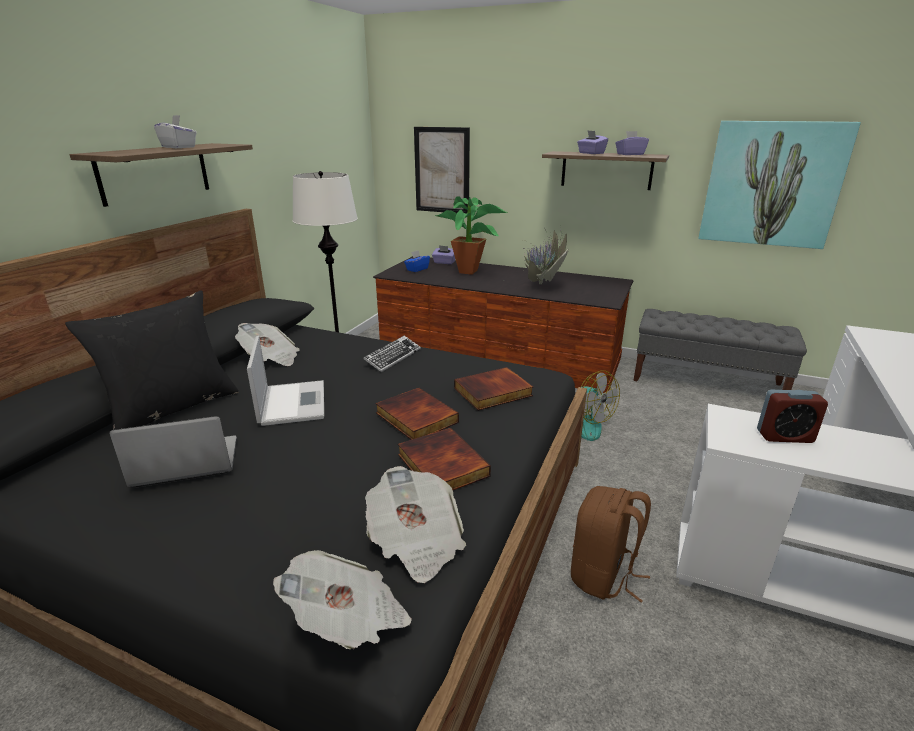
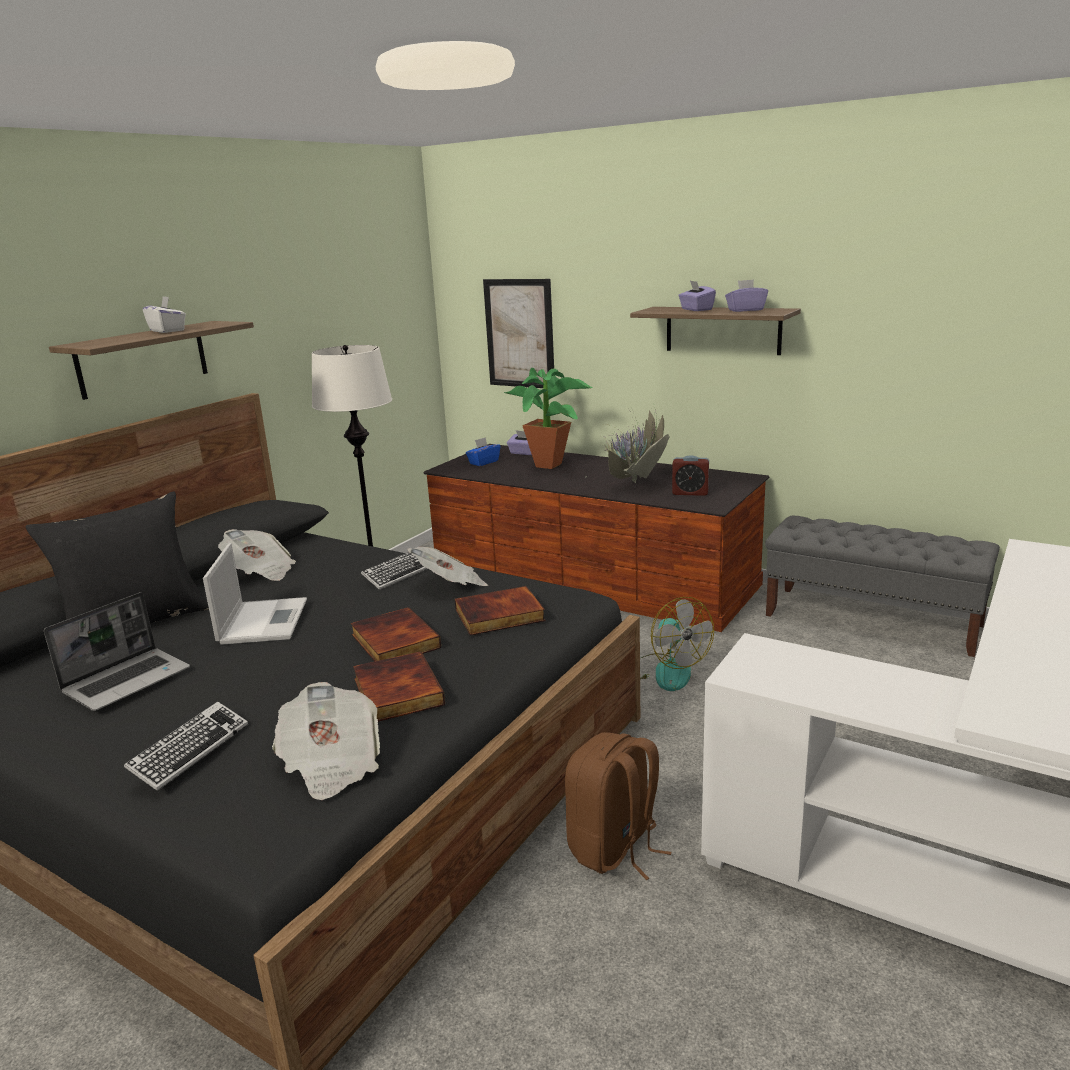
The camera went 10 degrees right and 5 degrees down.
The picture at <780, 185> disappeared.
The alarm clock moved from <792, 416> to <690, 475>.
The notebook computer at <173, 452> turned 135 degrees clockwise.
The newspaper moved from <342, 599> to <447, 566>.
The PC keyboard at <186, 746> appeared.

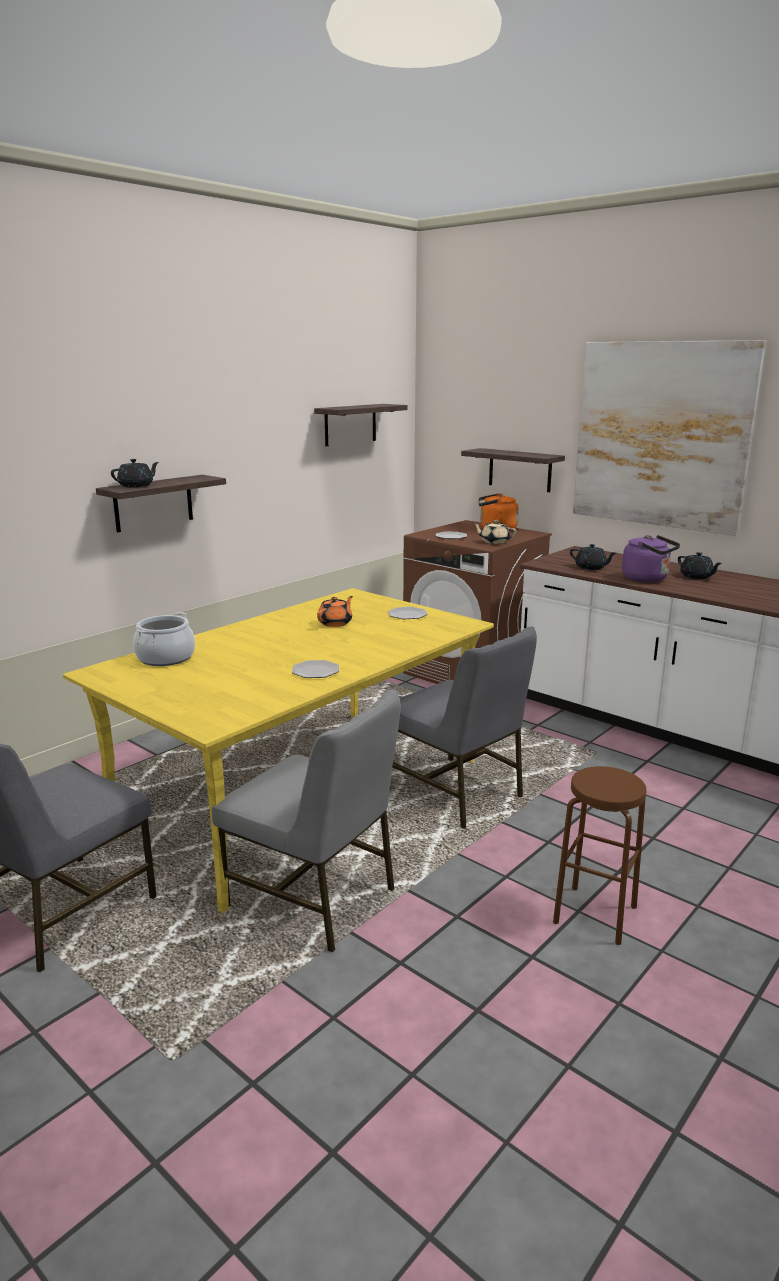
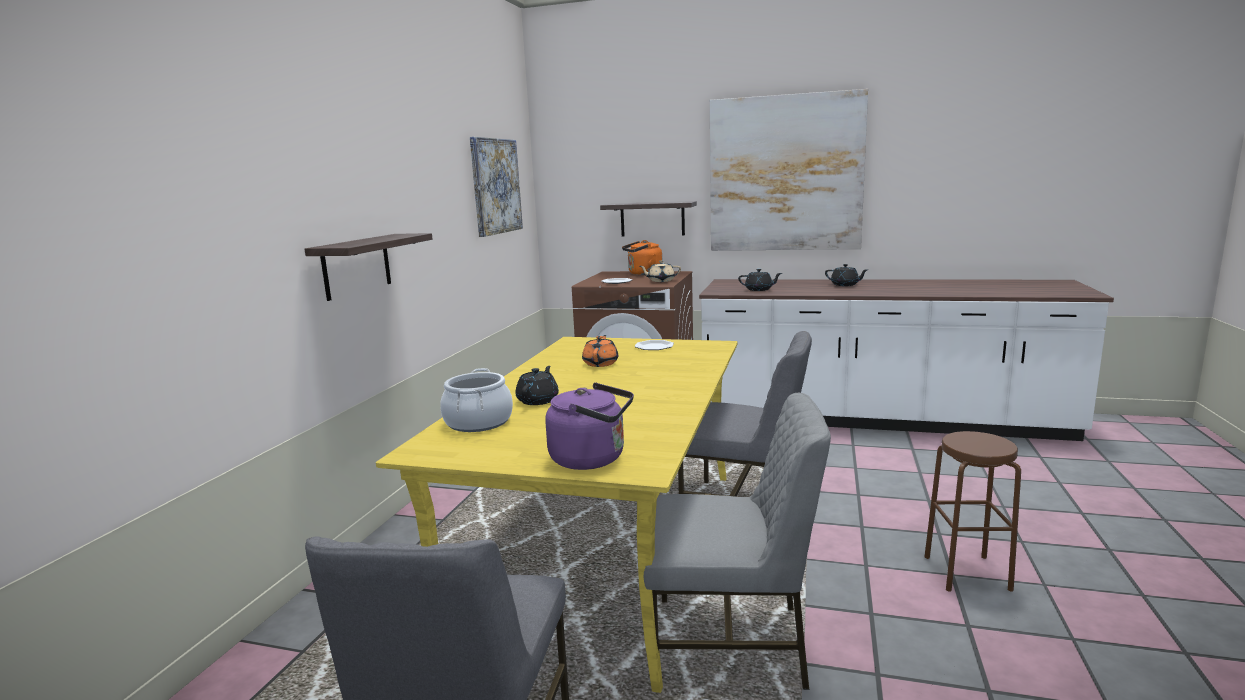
The camera went 25 degrees left and 5 degrees down.
The bracket shelf at <361, 425> was replaced by the picture at <496, 187>.
The blackish tea pot moved from <135, 473> to <537, 385>.
The purple-coloured tea kettle moved from <651, 558> to <589, 426>.
The dinner plate at <315, 669> disappeared.

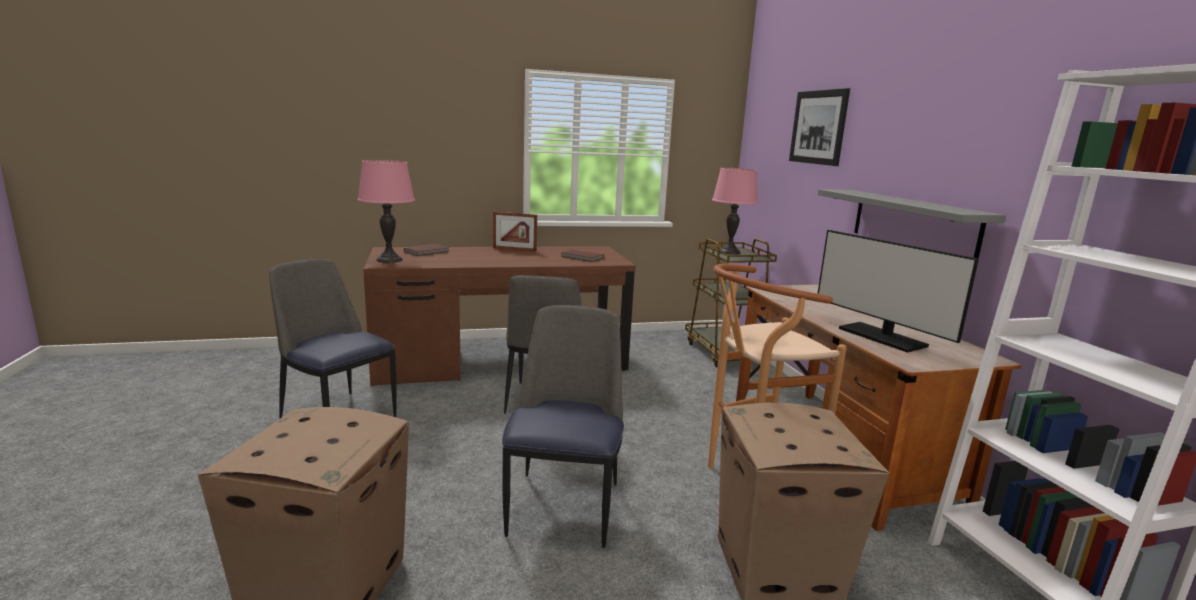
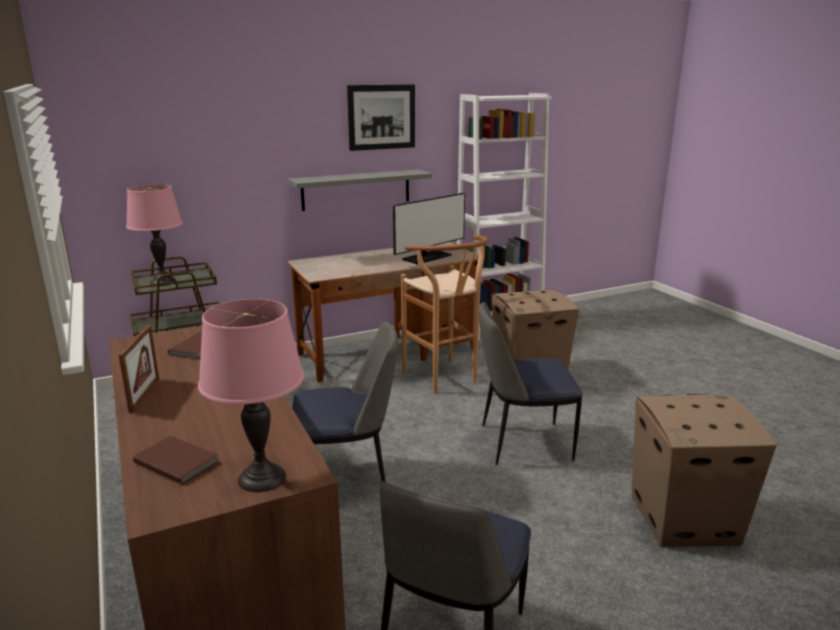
The camera went 100 degrees left and 5 degrees up.
The picture moved from <819, 127> to <381, 117>.

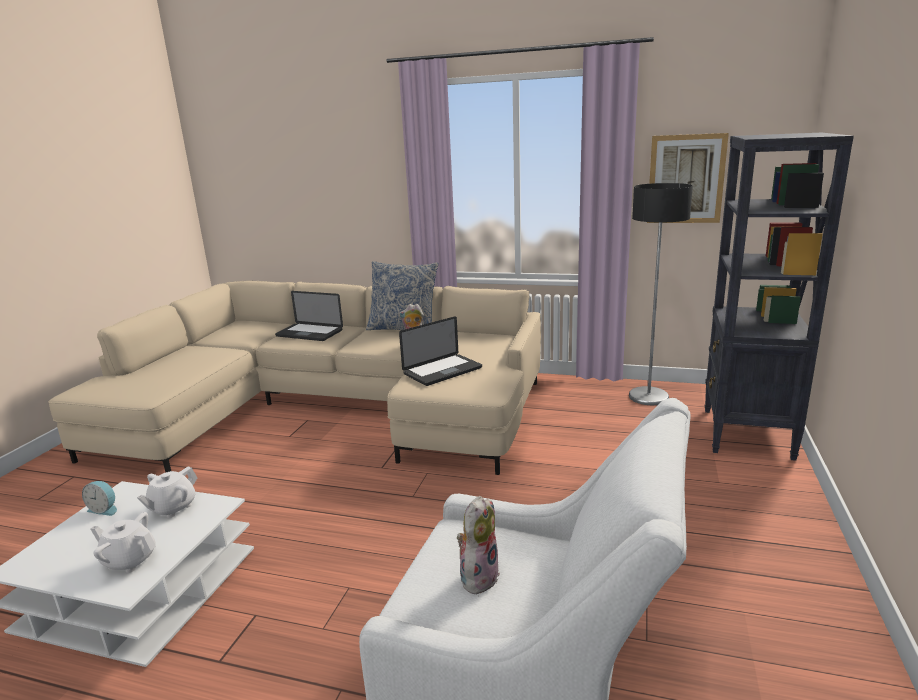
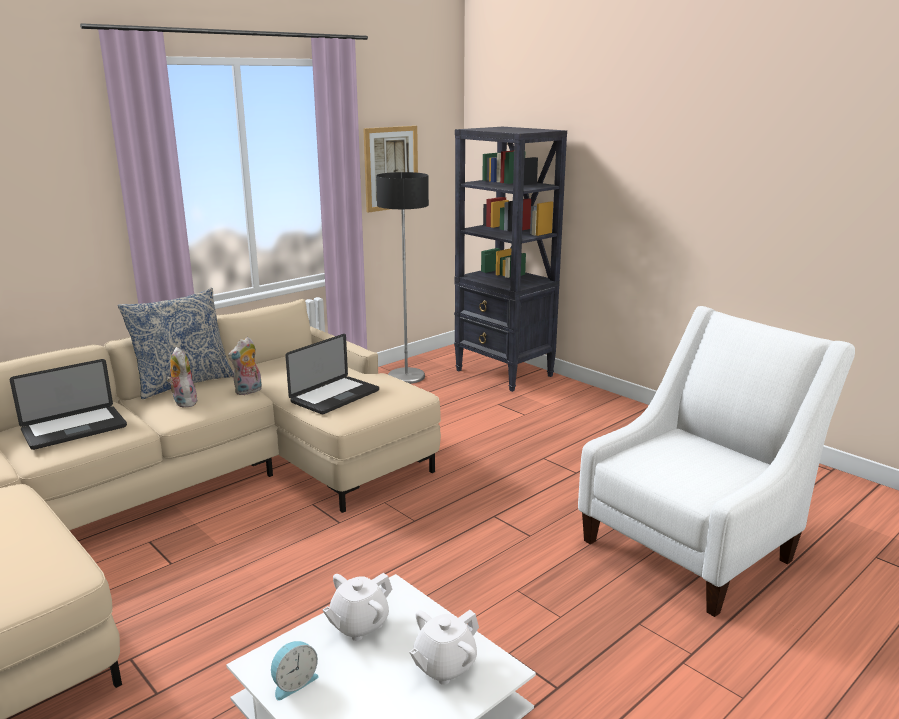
The camera went 60 degrees left and 0 degrees up.
The notebook computer at <440, 351> turned 45 degrees clockwise.
The white-coloured tea pot at <167, 492> turned 75 degrees clockwise.
The plush toy moved from <478, 545> to <182, 377>.

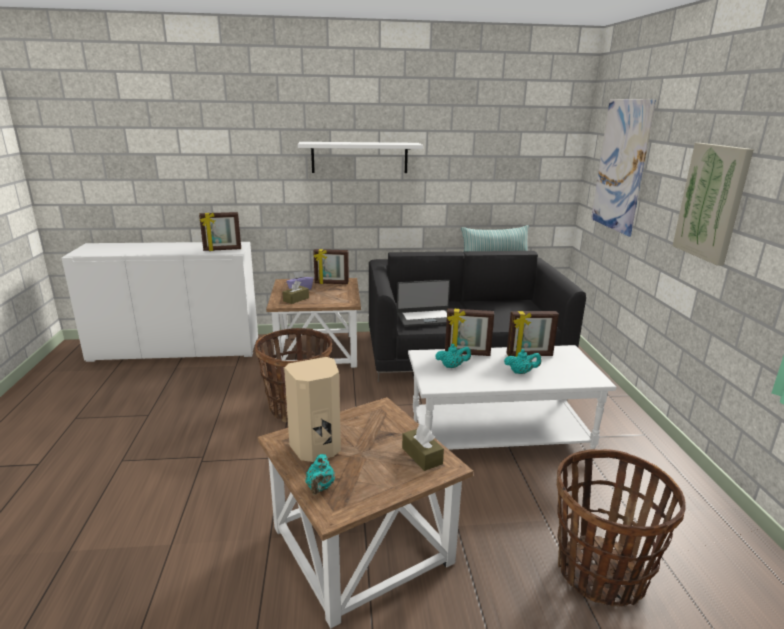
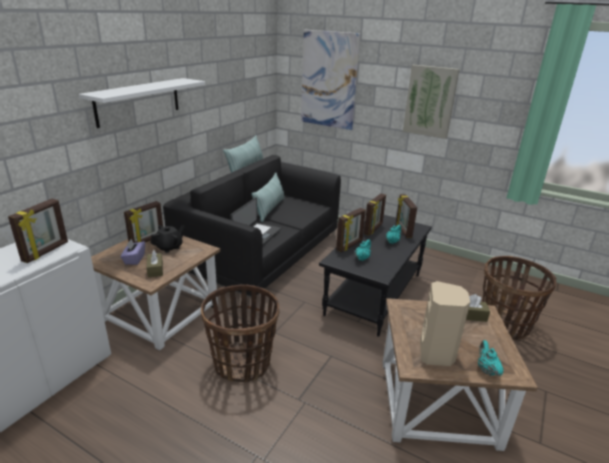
The camera went 55 degrees left and 5 degrees up.
The white-coloured low table at <512, 397> became the blackish low table at <375, 276>.
The blue-green tea pot at <320, 474> turned 135 degrees counterclockwise.
The throw pillow at <268, 197> appeared.
The picture frame at <406, 216> appeared.
The blackish tea pot at <167, 239> appeared.

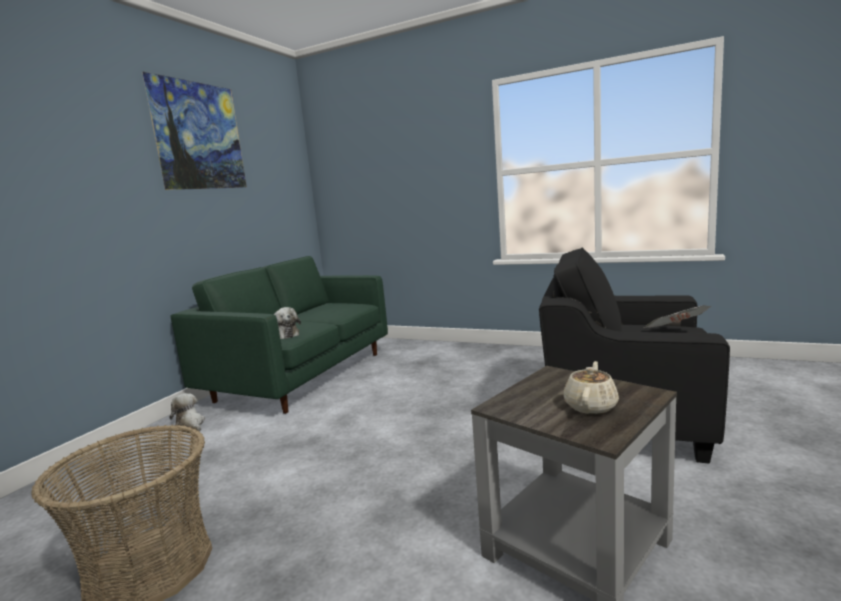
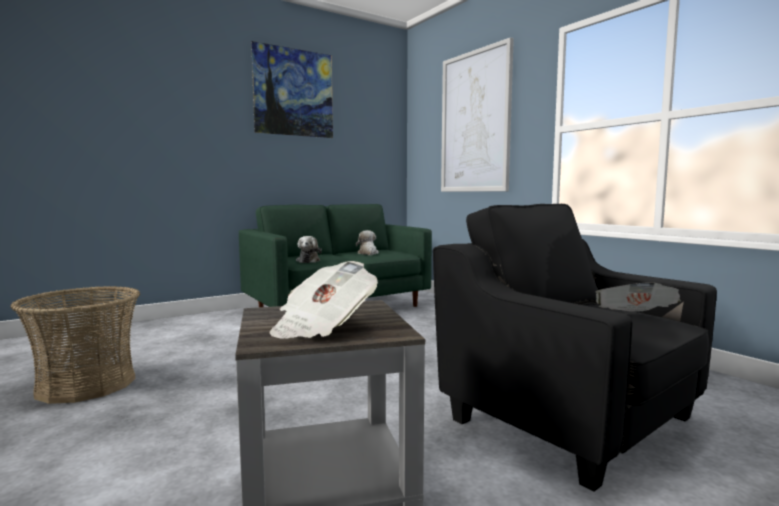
The camera went 30 degrees right and 5 degrees down.
The sand-coloured tea pot at <591, 387> was replaced by the newspaper at <323, 300>.
The plush toy moved from <187, 412> to <367, 242>.
The picture at <477, 114> appeared.

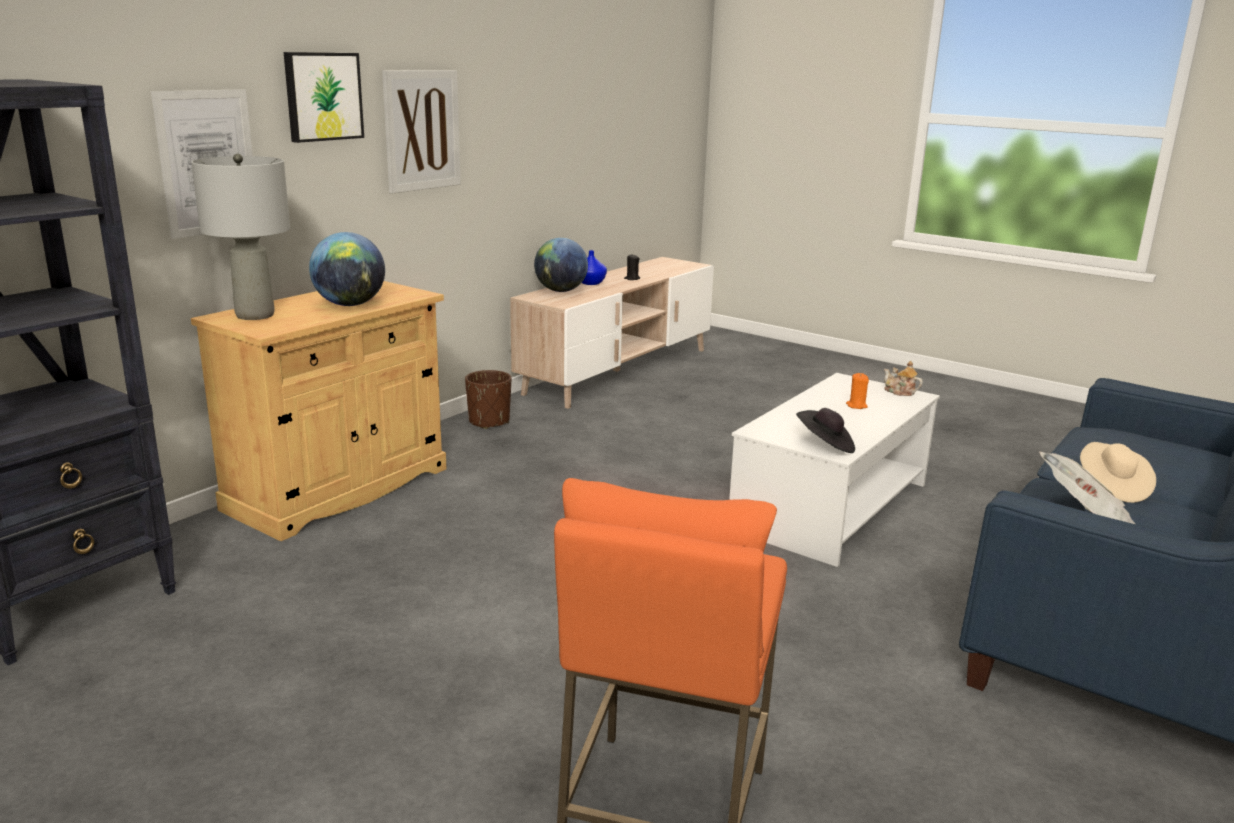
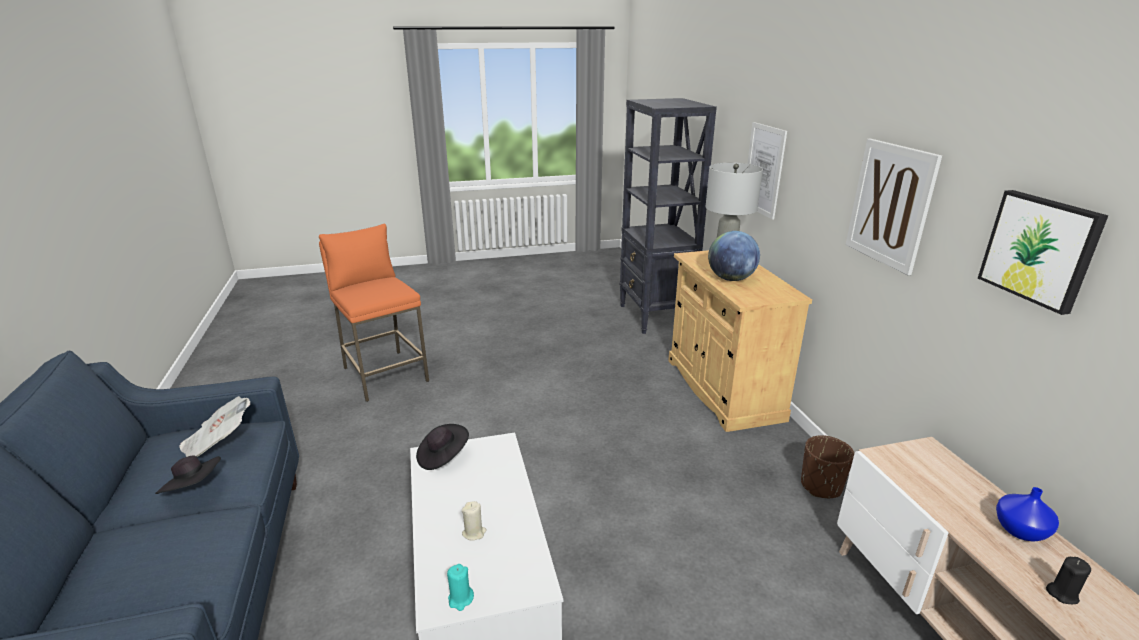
The camera went 130 degrees right and 5 degrees up.
The picture moved from <324, 97> to <1043, 252>.
The globe at <561, 265> disappeared.
The tea pot at <903, 378> was replaced by the blue-green candle at <460, 587>.
The orange-coloured candle at <857, 391> became the sand-coloured candle at <474, 521>.
The sand-coloured wearable hat at <1118, 472> became the blackish wearable hat at <188, 475>.

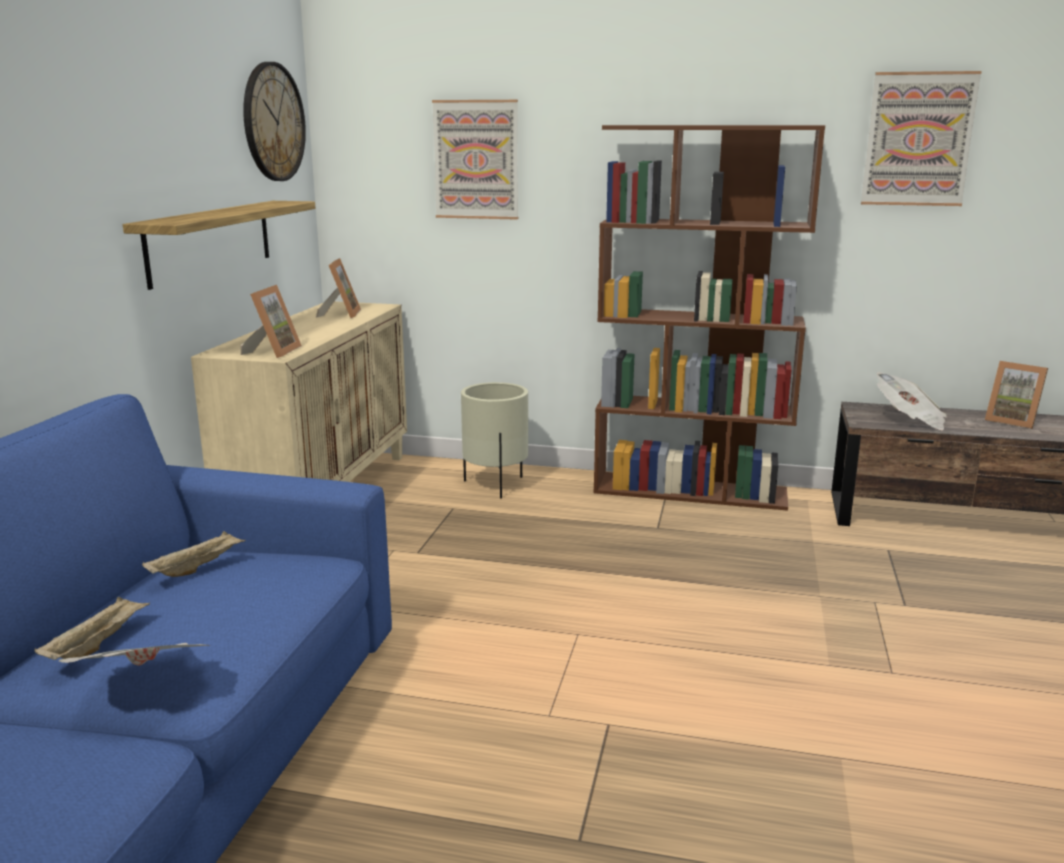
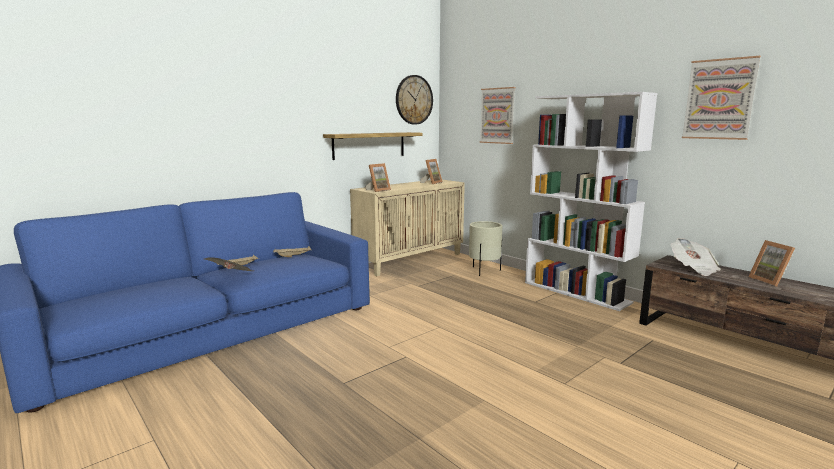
The camera went 35 degrees right and 5 degrees down.
The brown-coloured shelving unit at <709, 318> became the white-coloured shelving unit at <591, 201>.

